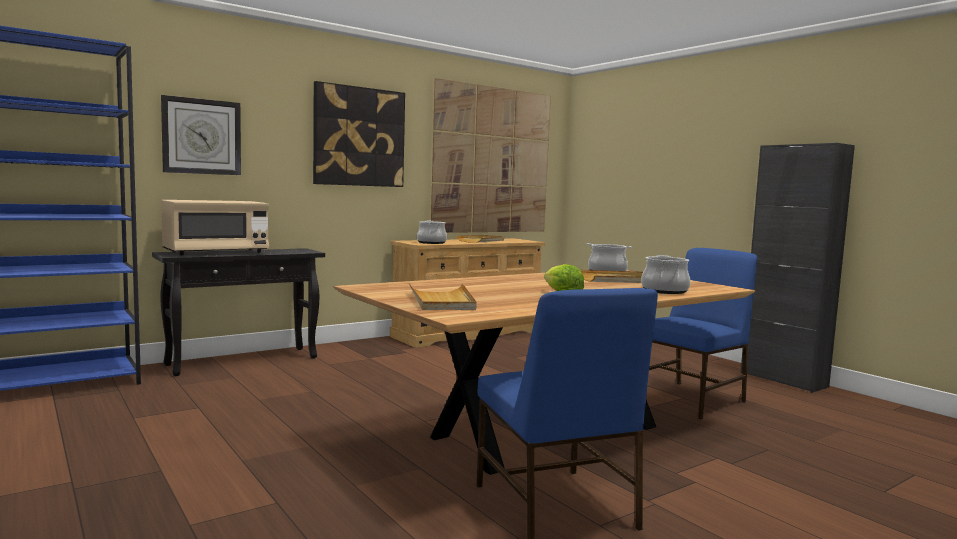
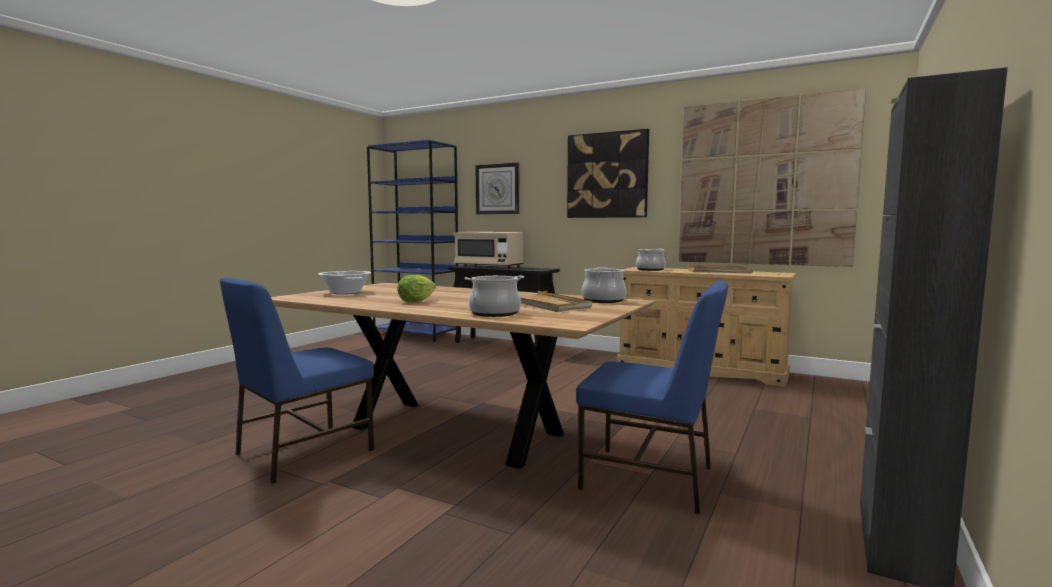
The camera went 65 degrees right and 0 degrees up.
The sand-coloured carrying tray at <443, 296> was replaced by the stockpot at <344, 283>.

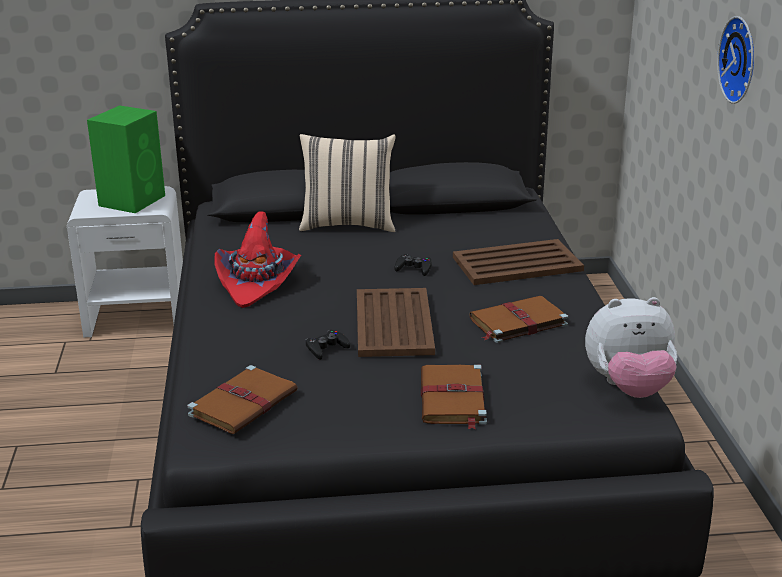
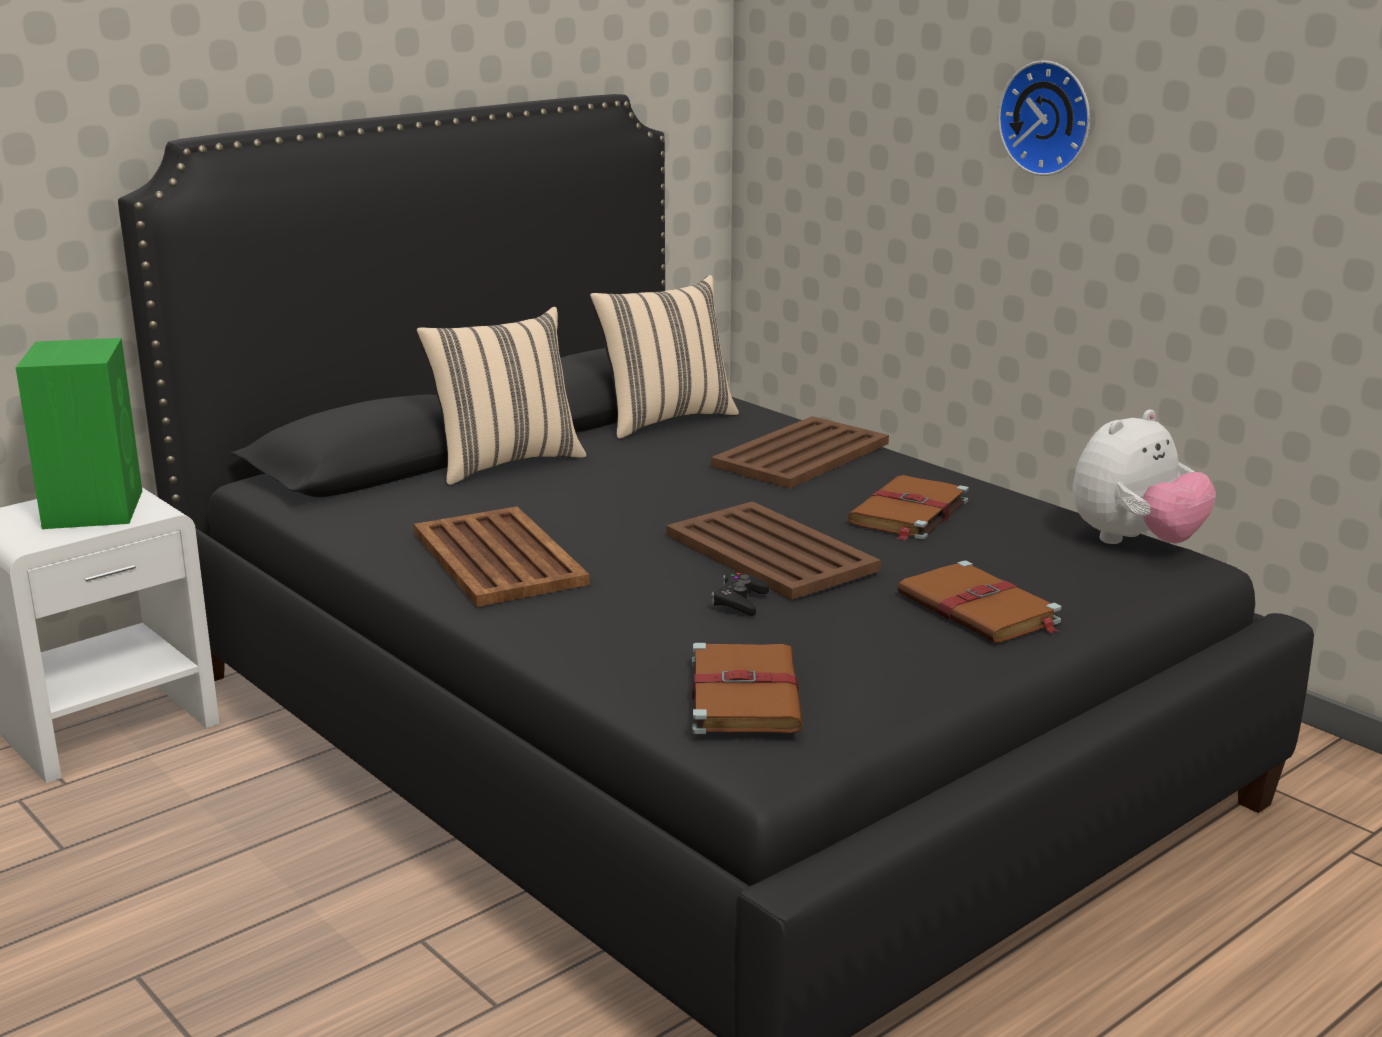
The camera went 35 degrees left and 5 degrees down.
The red wearable hat at <257, 259> was replaced by the brown-coloured carrying tray at <502, 556>.
The blackish joypad at <413, 265> disappeared.
The sand-coloured throw pillow at <664, 357> appeared.

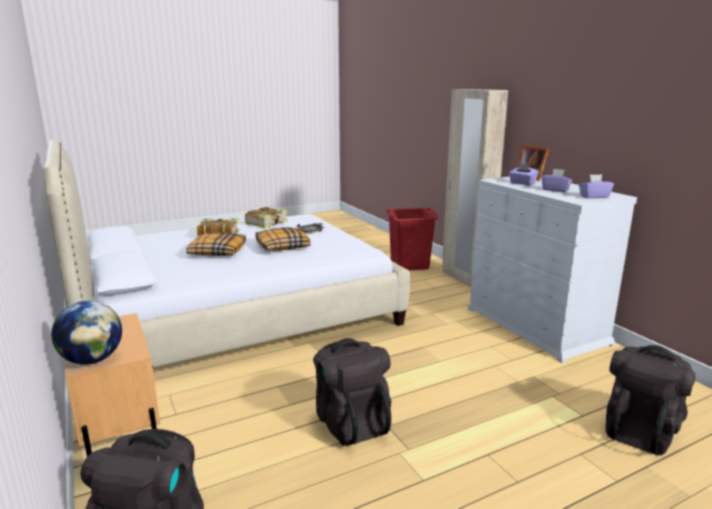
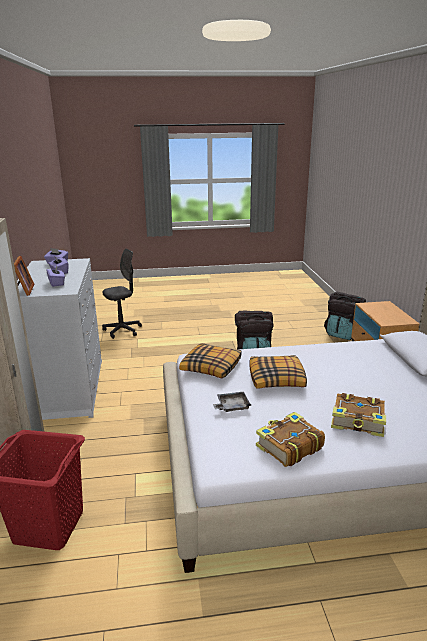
The camera went 160 degrees left and 5 degrees up.
The throw pillow moved from <216, 244> to <210, 360>.
The globe at <86, 332> disappeared.
The blackish rucksack at <651, 400> was replaced by the gray desk chair at <122, 293>.

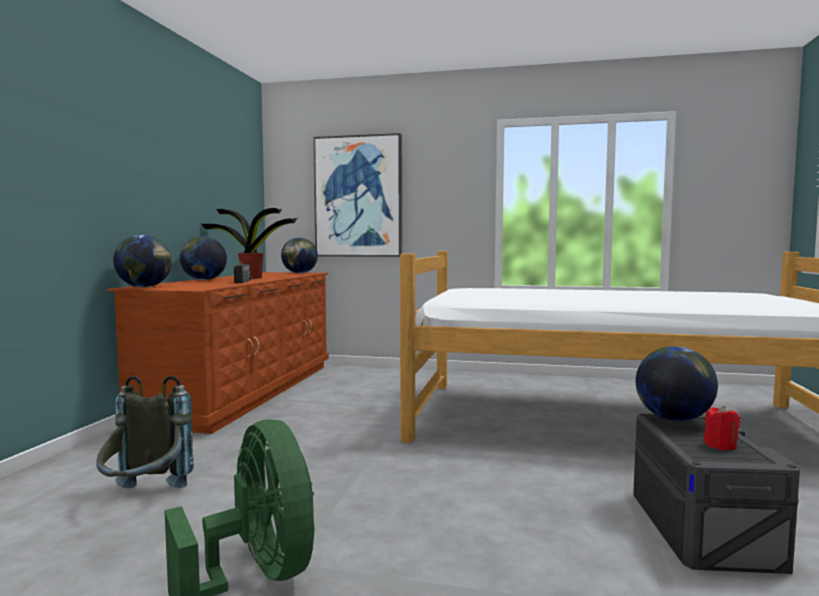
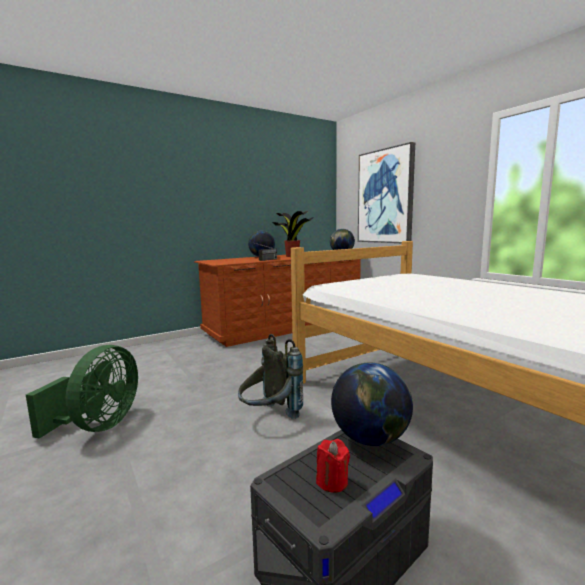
The camera went 45 degrees right and 5 degrees up.
The globe at <142, 261> disappeared.
The gray rucksack moved from <145, 432> to <270, 376>.

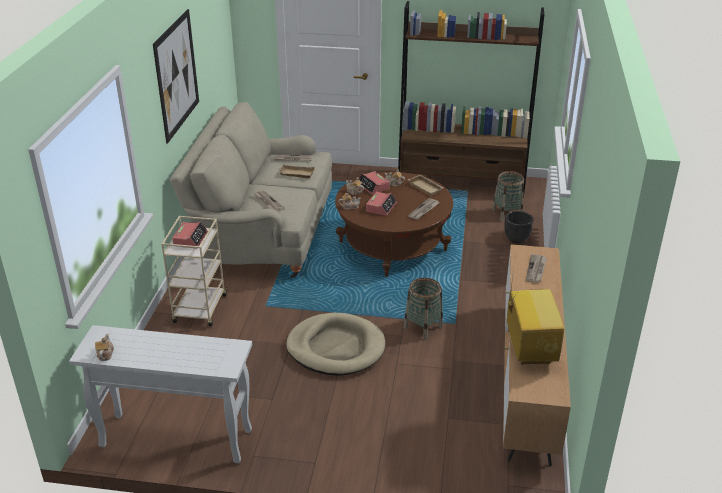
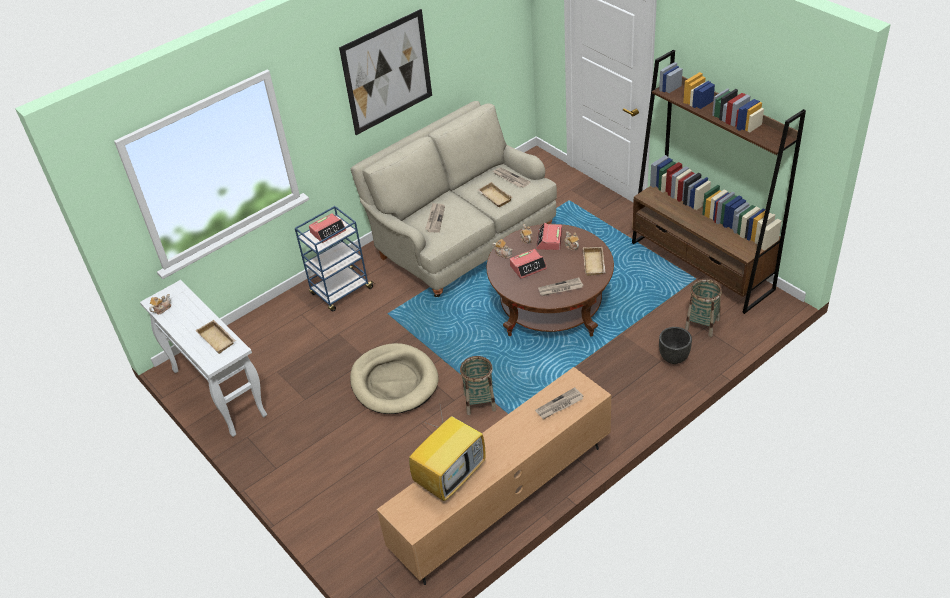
The camera went 45 degrees right and 10 degrees up.
The sand-coloured trolley at <194, 271> became the blue trolley at <334, 259>.
The sand-coloured carrying tray at <215, 337> appeared.

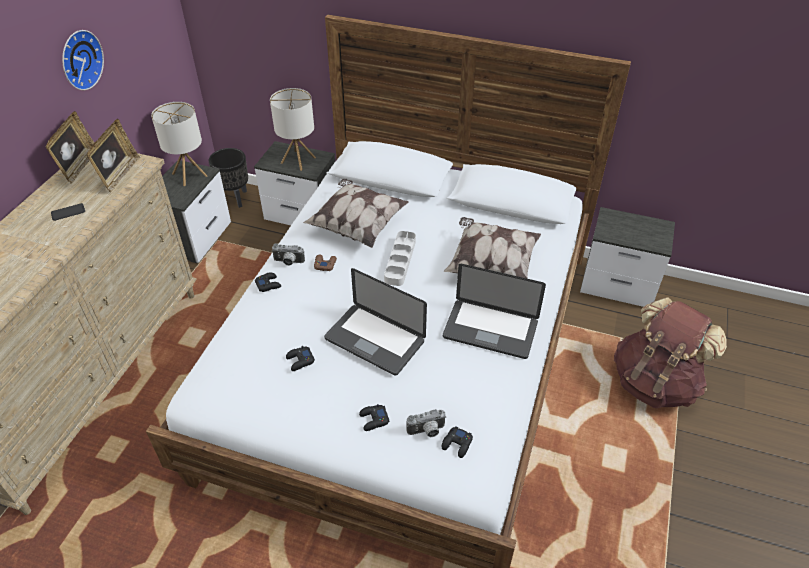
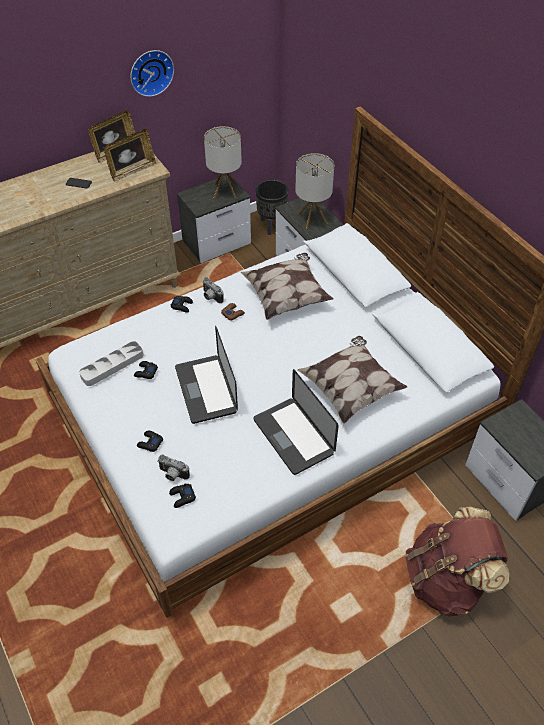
The camera went 40 degrees right and 5 degrees up.
The gray carrying tray moved from <400, 258> to <111, 363>.

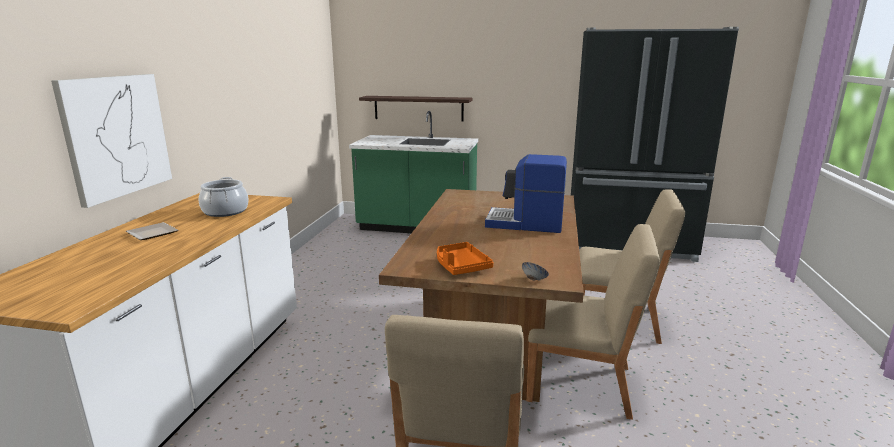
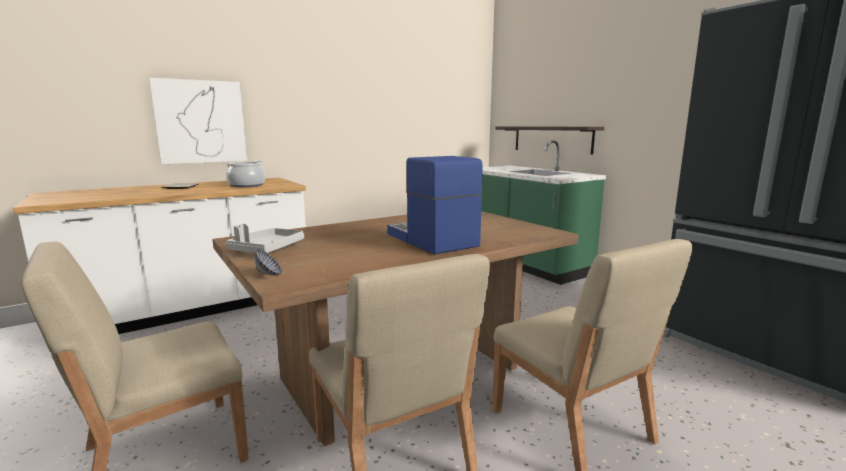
The camera went 45 degrees right and 5 degrees down.
The orange-coloured carrying tray at <465, 258> became the gray carrying tray at <264, 238>.

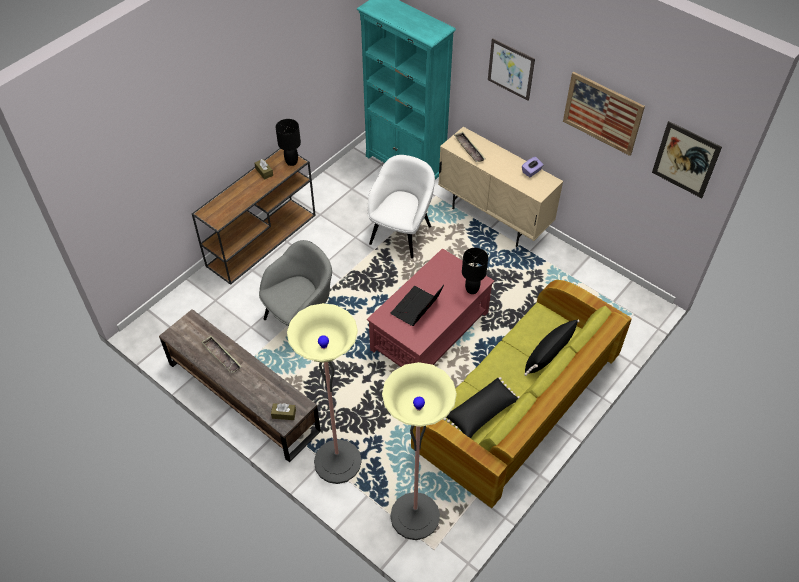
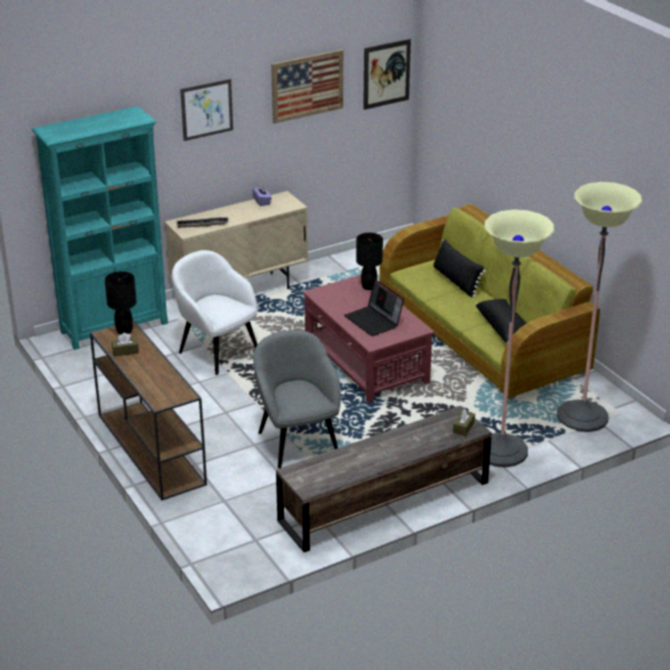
The camera went 70 degrees left and 20 degrees down.
The carrying tray at <221, 354> disappeared.

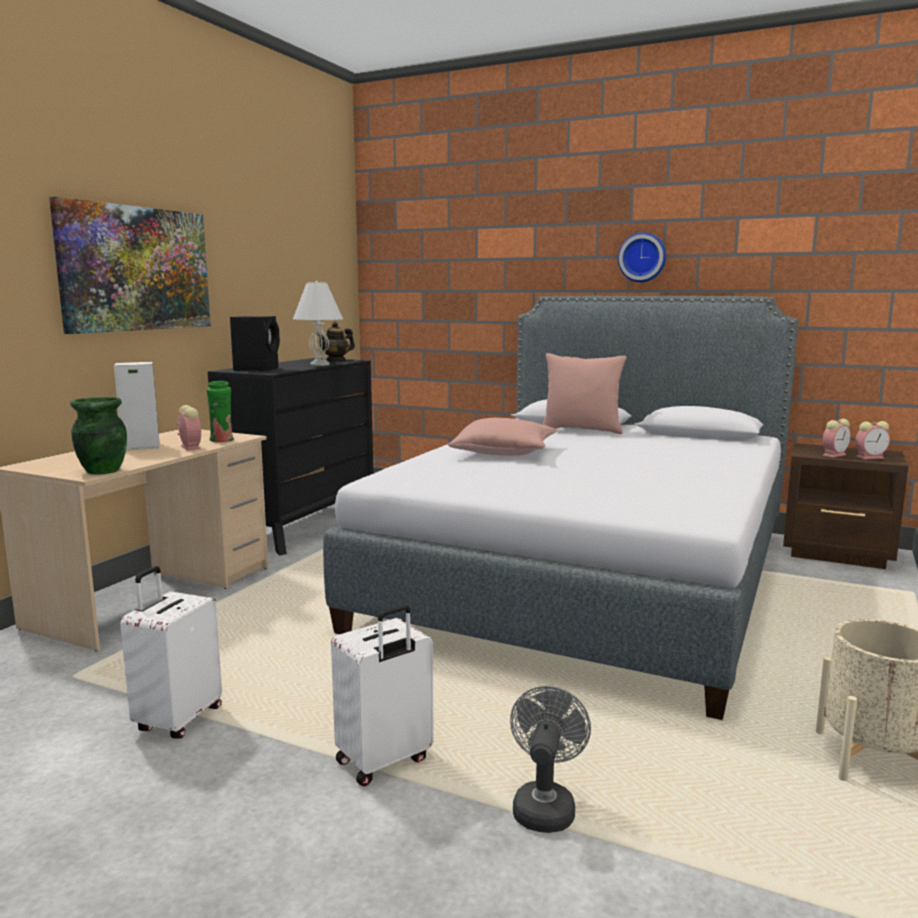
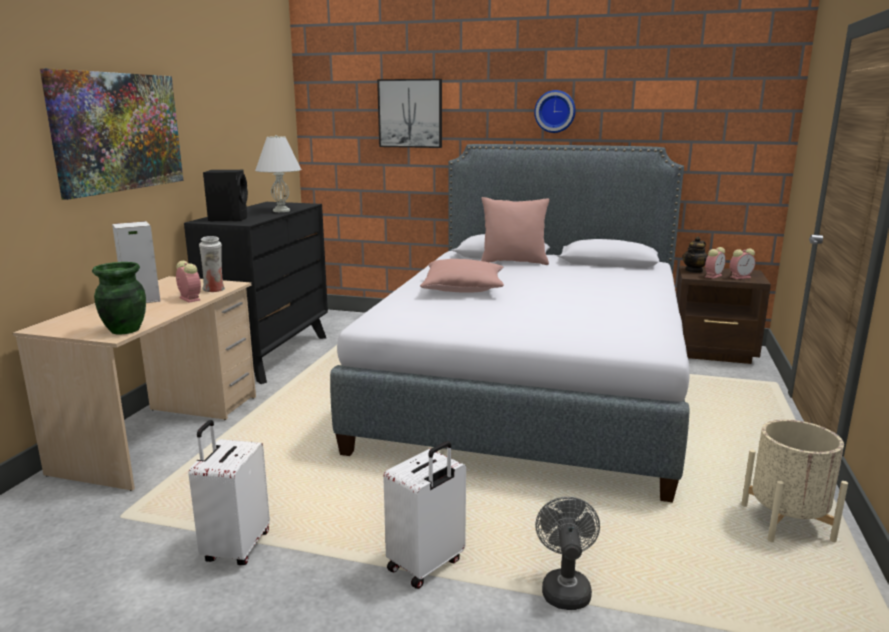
The camera went 10 degrees left and 5 degrees up.
The tea pot moved from <336, 342> to <695, 255>.
The greenish vase at <220, 412> became the white-coloured vase at <212, 264>.
The picture at <409, 113> appeared.

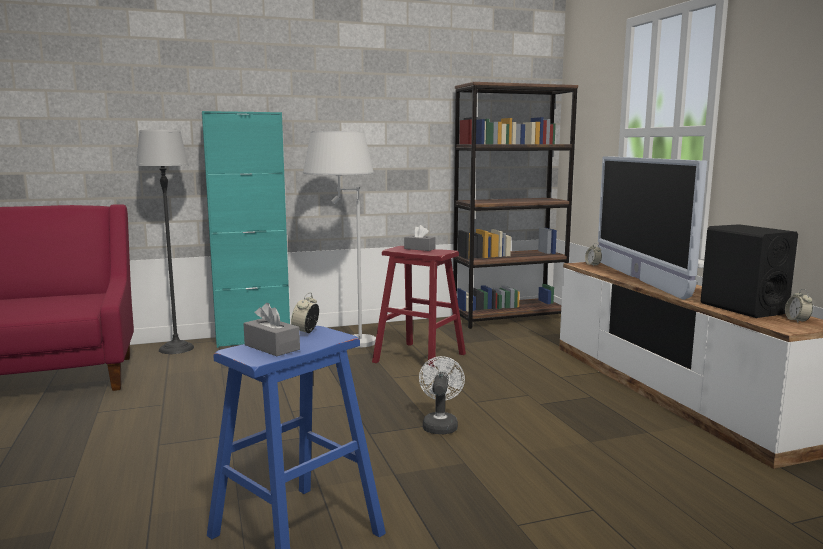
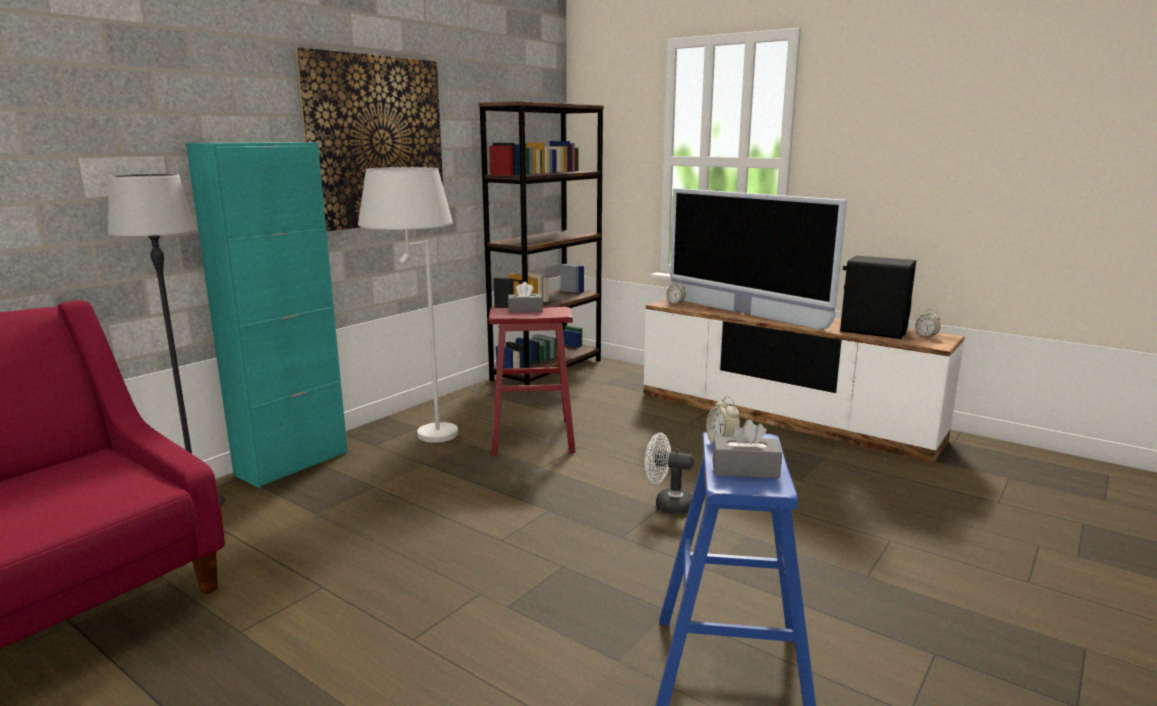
The camera went 35 degrees left and 5 degrees up.
The white-coloured fan at <442, 395> turned 45 degrees counterclockwise.
The picture at <369, 139> appeared.

